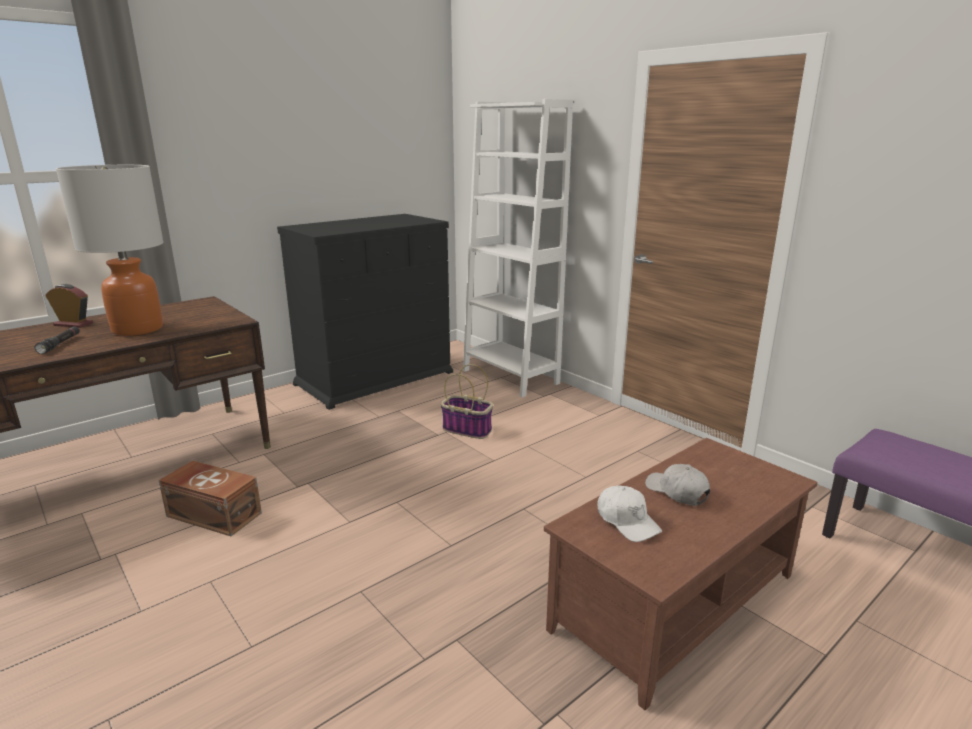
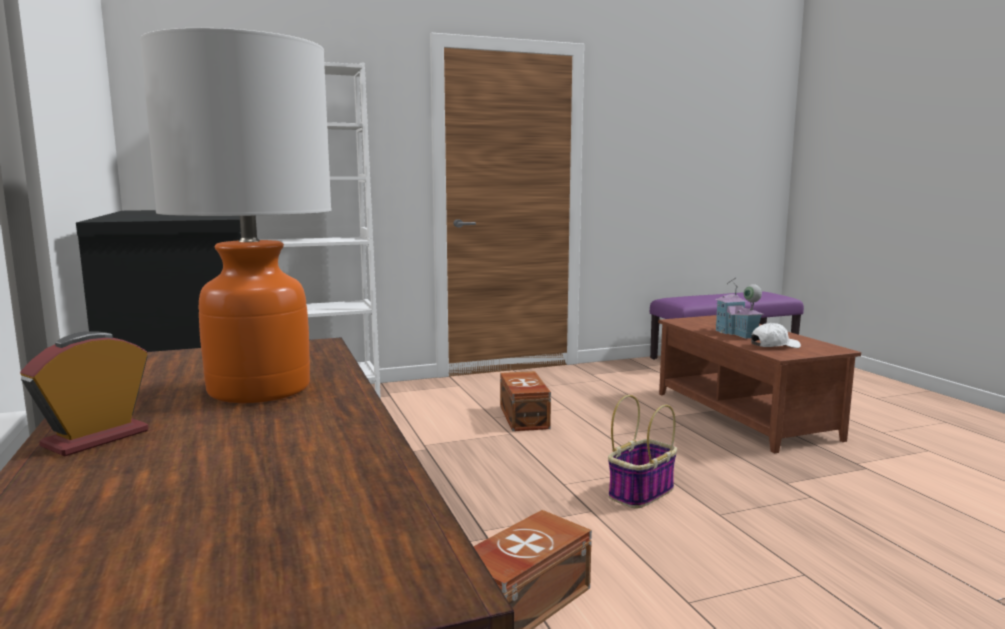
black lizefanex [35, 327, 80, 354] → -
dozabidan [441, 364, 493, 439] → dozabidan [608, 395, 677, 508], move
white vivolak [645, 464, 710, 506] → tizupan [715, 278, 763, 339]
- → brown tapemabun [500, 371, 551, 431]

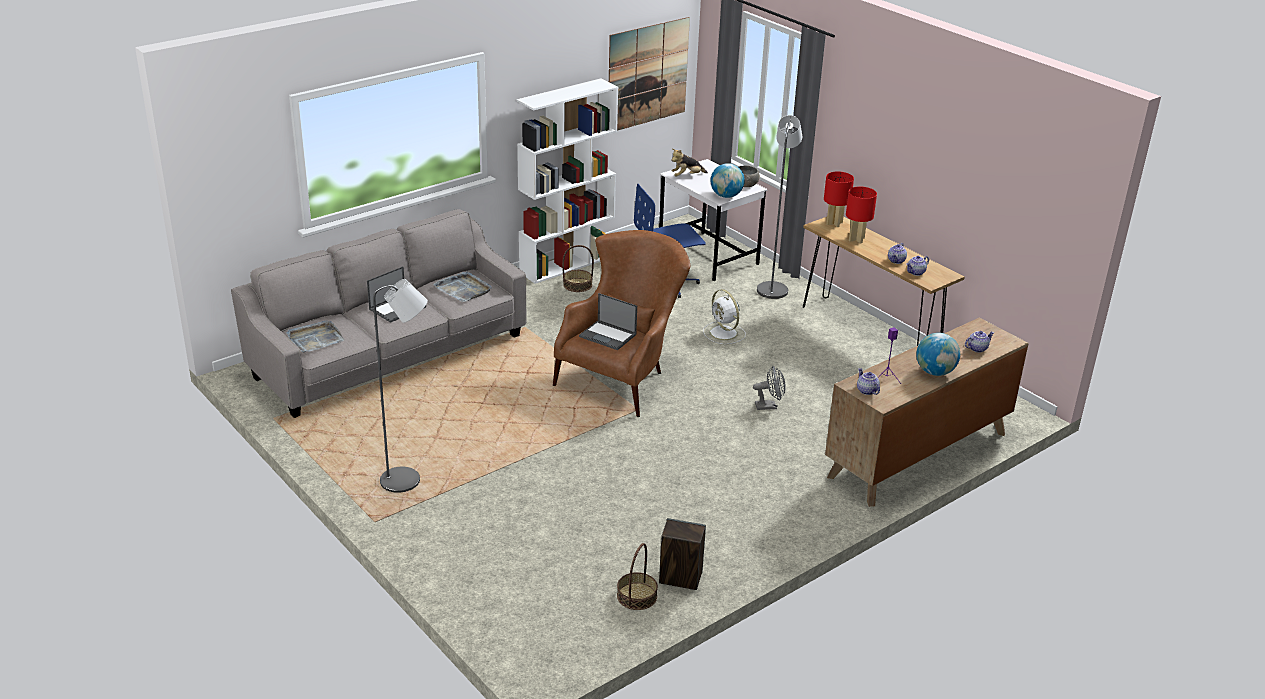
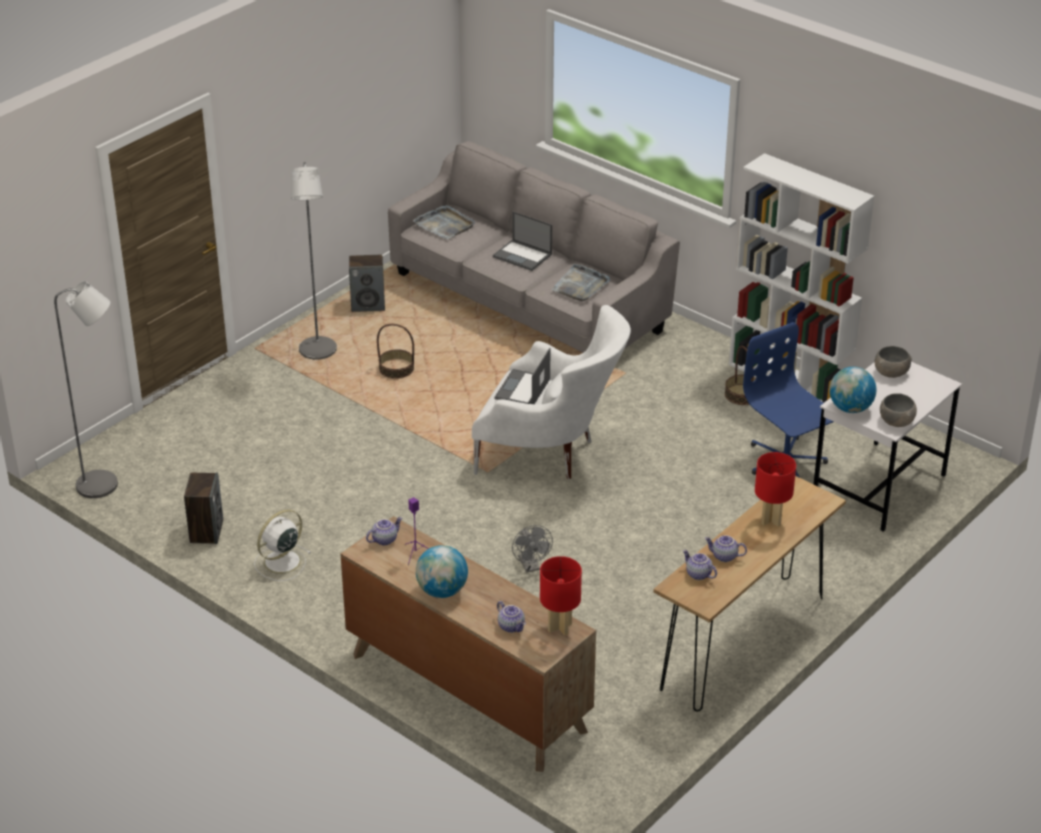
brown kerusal [553, 230, 690, 417] → white kerusal [472, 305, 631, 479]
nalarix [609, 17, 690, 131] → -
dozabidan [617, 543, 658, 610] → dozabidan [377, 324, 414, 379], move
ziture [672, 149, 708, 176] → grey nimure [875, 346, 912, 378]
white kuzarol [703, 289, 746, 344] → white kuzarol [254, 509, 311, 581], move
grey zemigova [757, 115, 802, 299] → grey zemigova [54, 281, 118, 498], move
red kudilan [824, 171, 854, 227] → red kudilan [540, 556, 582, 636], move
- → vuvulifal [349, 255, 385, 312]

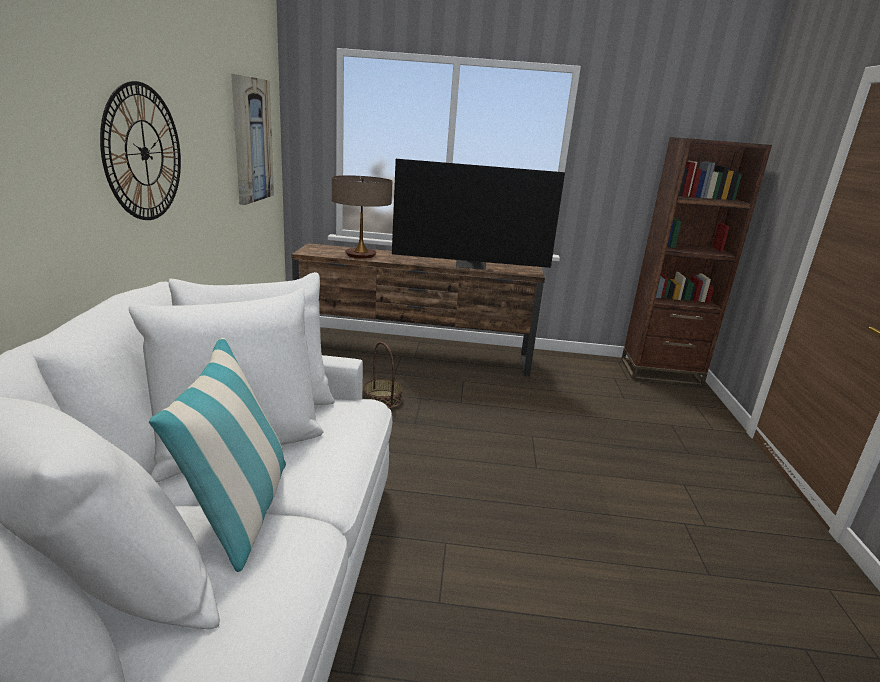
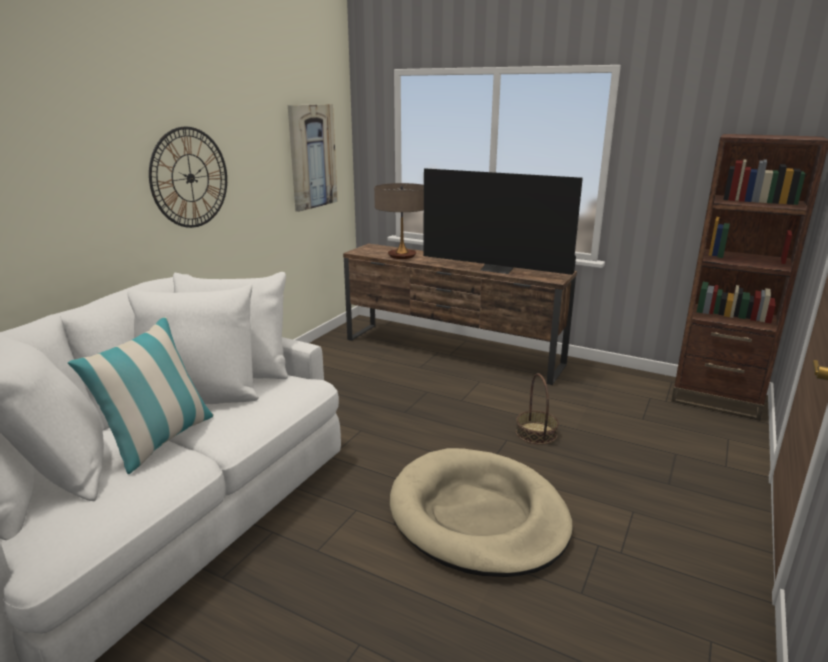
dozabidan [363, 342, 403, 409] → dozabidan [516, 373, 559, 445], move
- → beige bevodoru [390, 448, 573, 577]

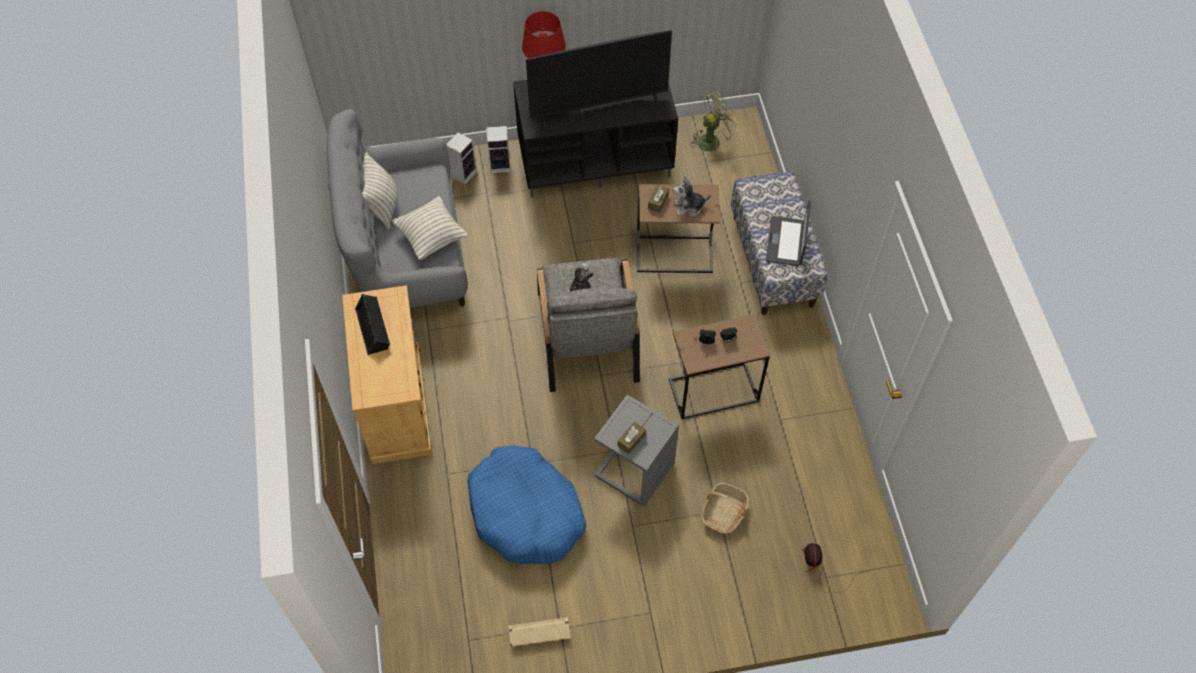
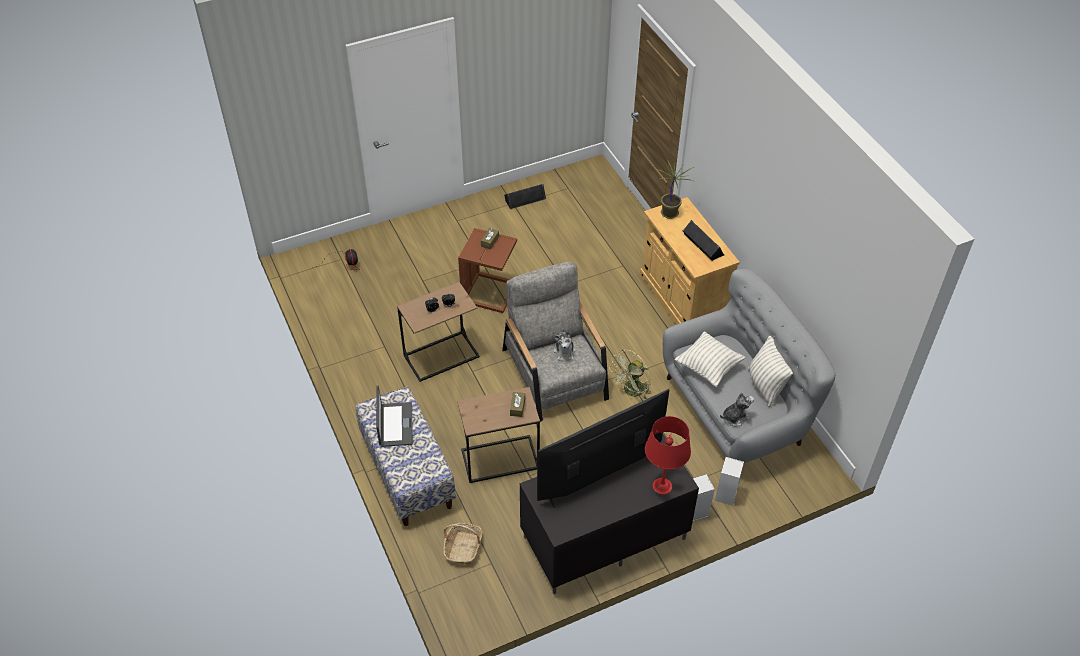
blue bevodoru [467, 446, 586, 564] → -
beige vuvulifal [508, 617, 571, 647] → black vuvulifal [504, 184, 546, 209]
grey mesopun [594, 395, 679, 506] → brown mesopun [458, 228, 517, 313]
ziture [673, 176, 711, 217] → ziture [720, 392, 754, 426], move
green kuzarol [692, 92, 738, 153] → green kuzarol [609, 349, 651, 399], move
dozabidan [702, 483, 749, 534] → dozabidan [443, 523, 482, 565], move
- → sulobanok [657, 161, 694, 219]

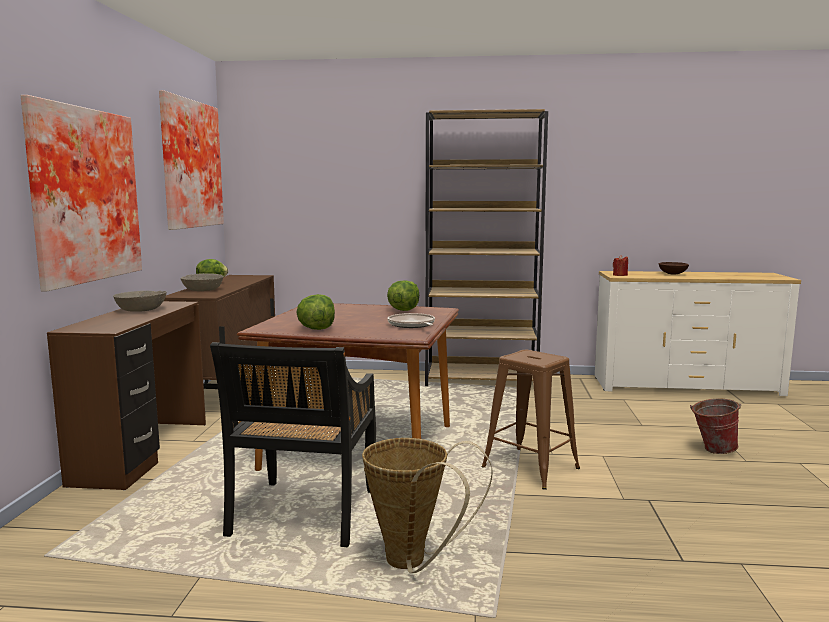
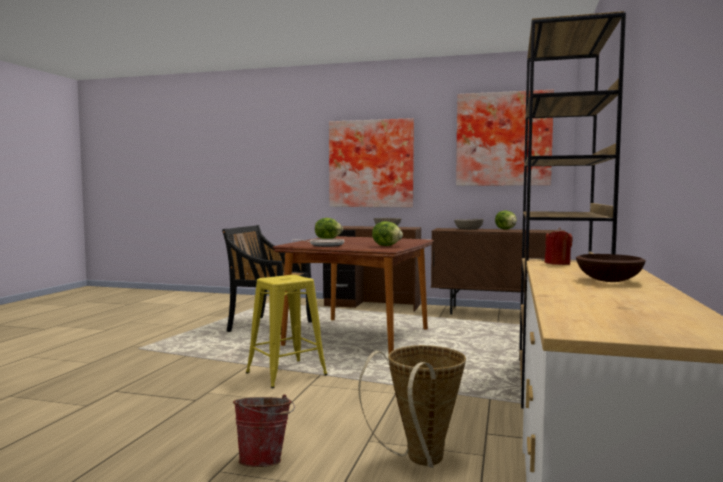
dozabidan [362, 438, 493, 573] → dozabidan [358, 345, 466, 468], move
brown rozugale [481, 350, 580, 490] → yellow rozugale [246, 275, 328, 388]

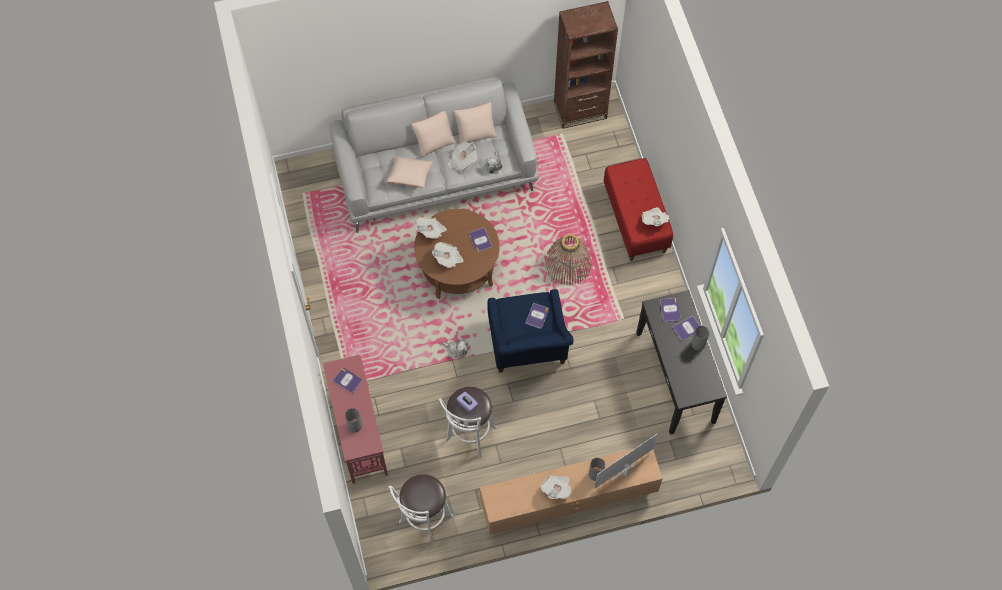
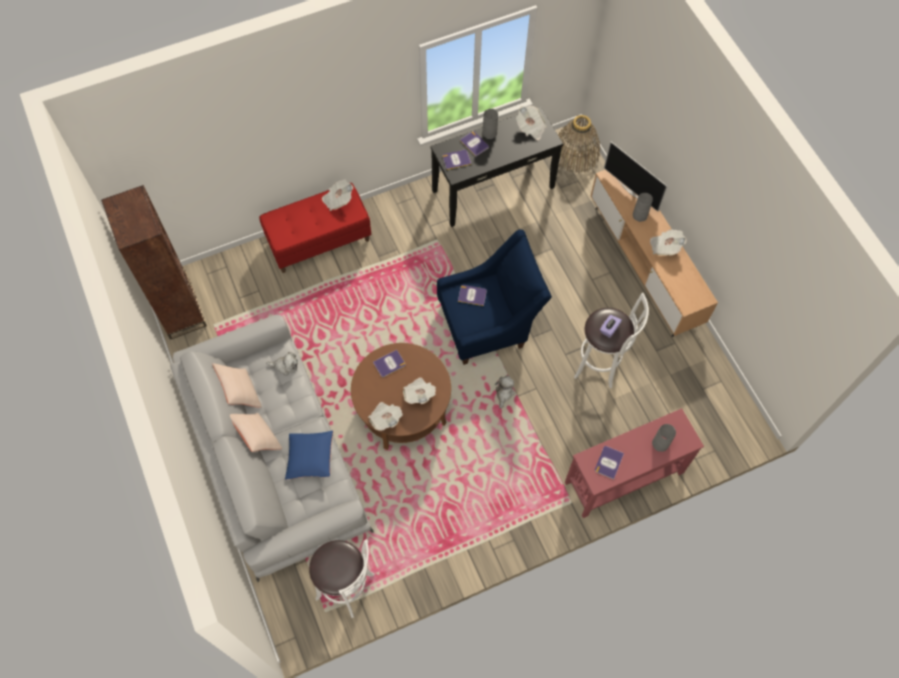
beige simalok [387, 156, 432, 188] → blue simalok [285, 430, 333, 480]
white rozugale [389, 474, 454, 545] → white rozugale [309, 539, 374, 618], move
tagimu [448, 141, 477, 172] → tagimu [516, 106, 547, 140], move
dozabidan [545, 234, 592, 285] → dozabidan [558, 115, 600, 173], move

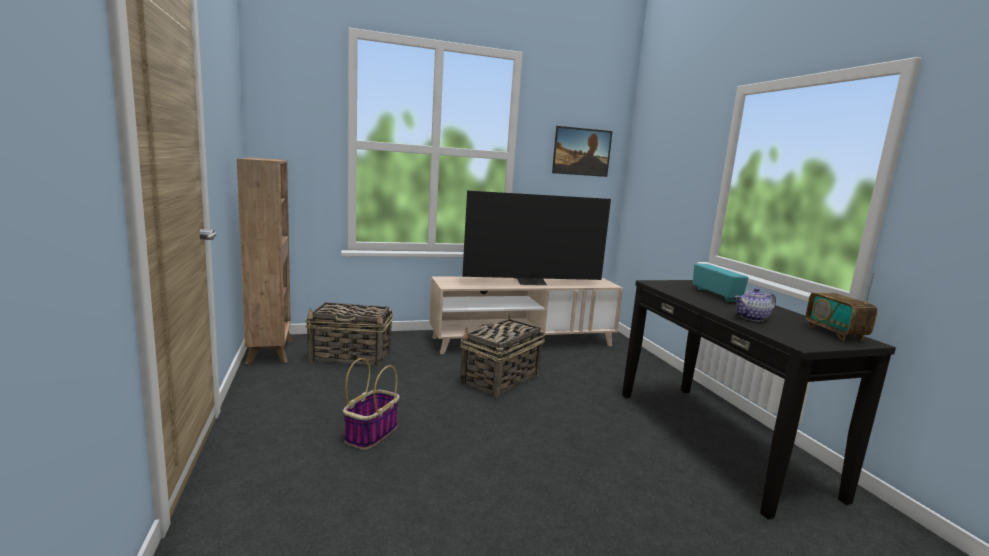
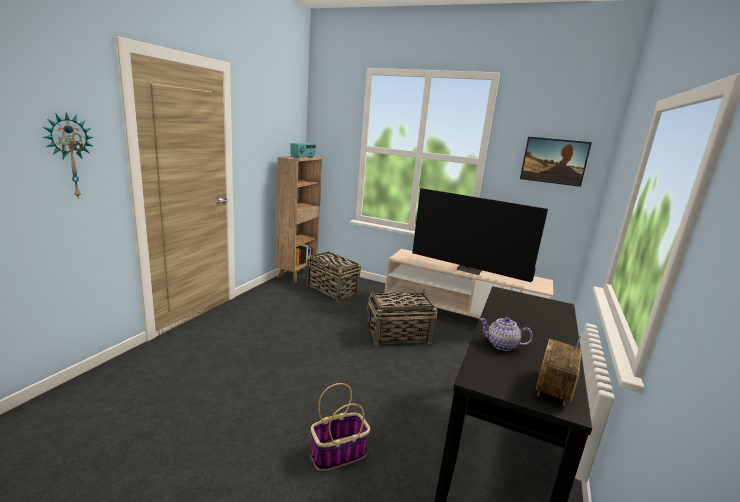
dozabidan [343, 358, 400, 450] → dozabidan [311, 383, 370, 471], move
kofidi [693, 264, 749, 302] → kofidi [290, 143, 316, 159], move
- → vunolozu [43, 112, 94, 199]

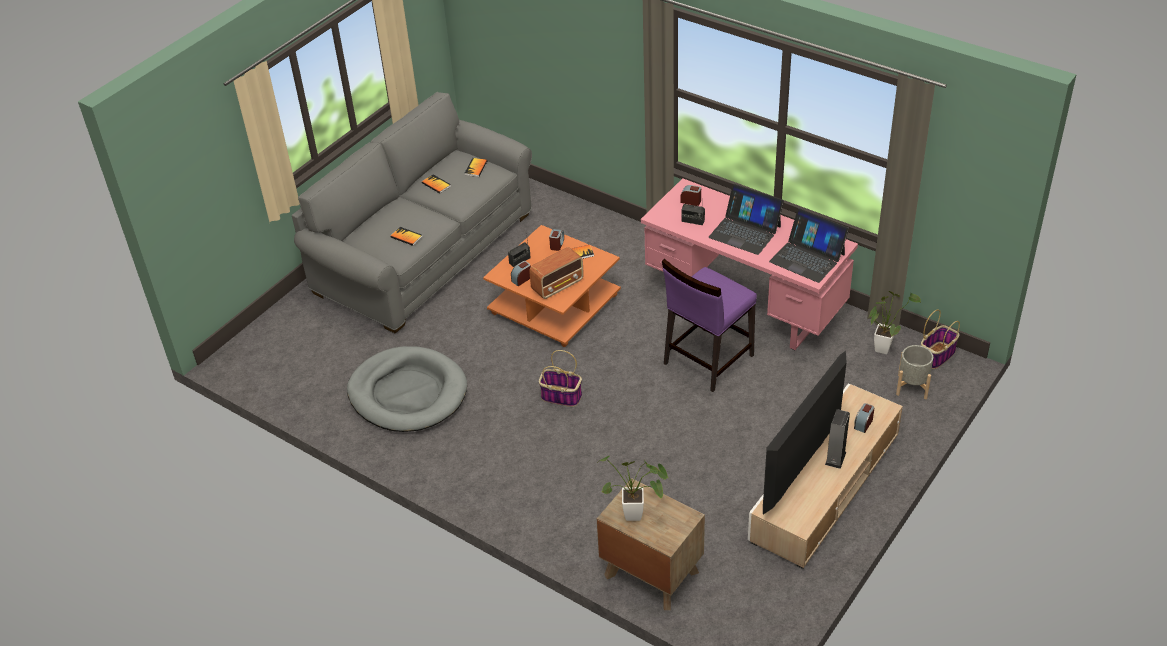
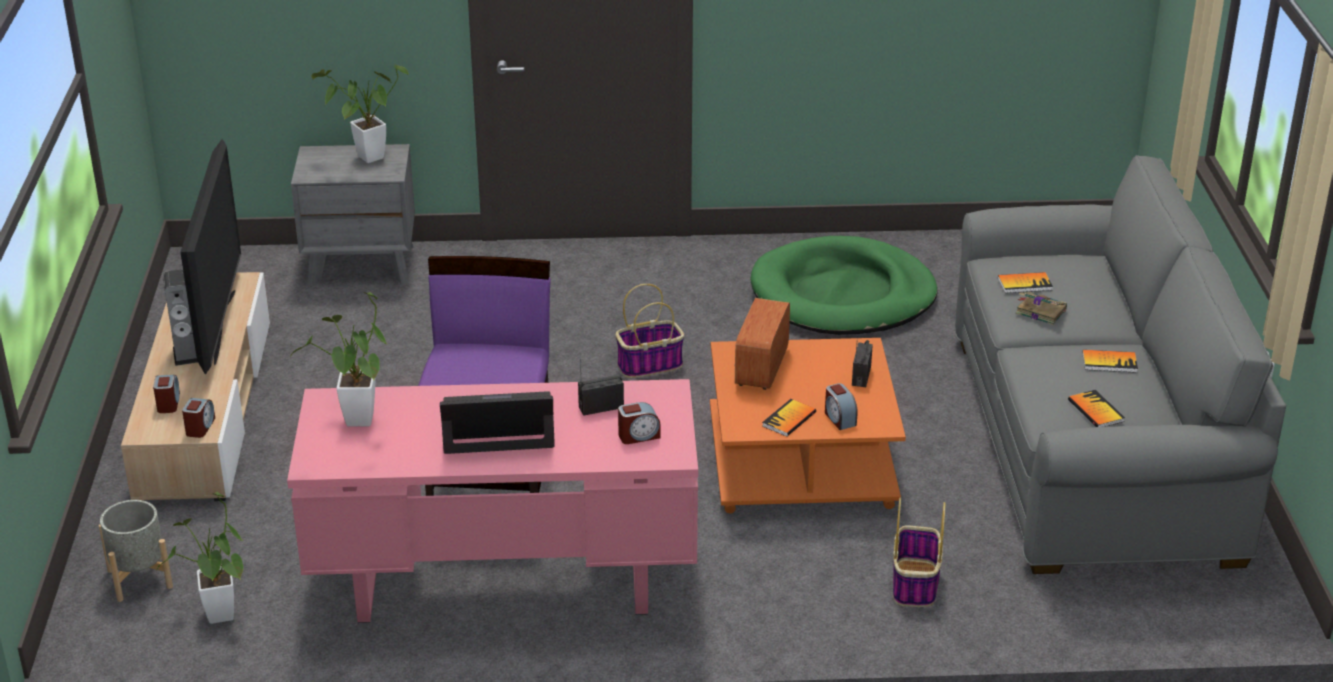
grey bevodoru [347, 346, 467, 432] → green bevodoru [750, 236, 937, 335]
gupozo [511, 261, 531, 286] → gupozo [182, 398, 215, 438], move
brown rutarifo [597, 478, 705, 610] → grey rutarifo [291, 144, 415, 286]
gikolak [769, 208, 849, 283] → sulobanok [290, 292, 388, 427]
dozabidan [921, 309, 960, 369] → dozabidan [893, 497, 946, 607], move
- → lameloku [1016, 292, 1067, 325]

